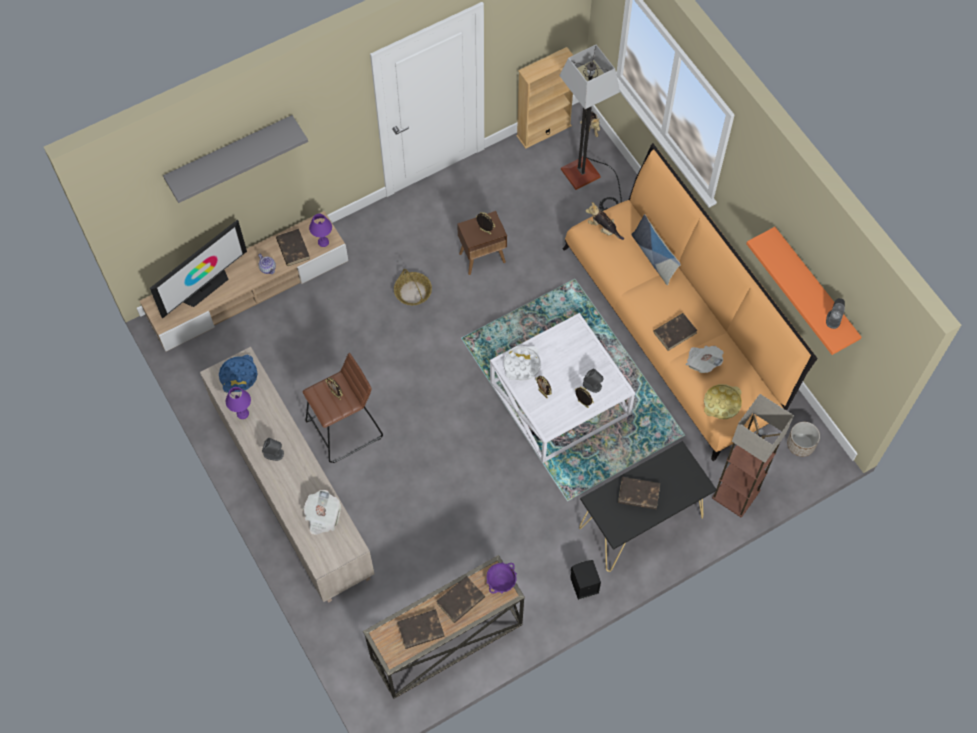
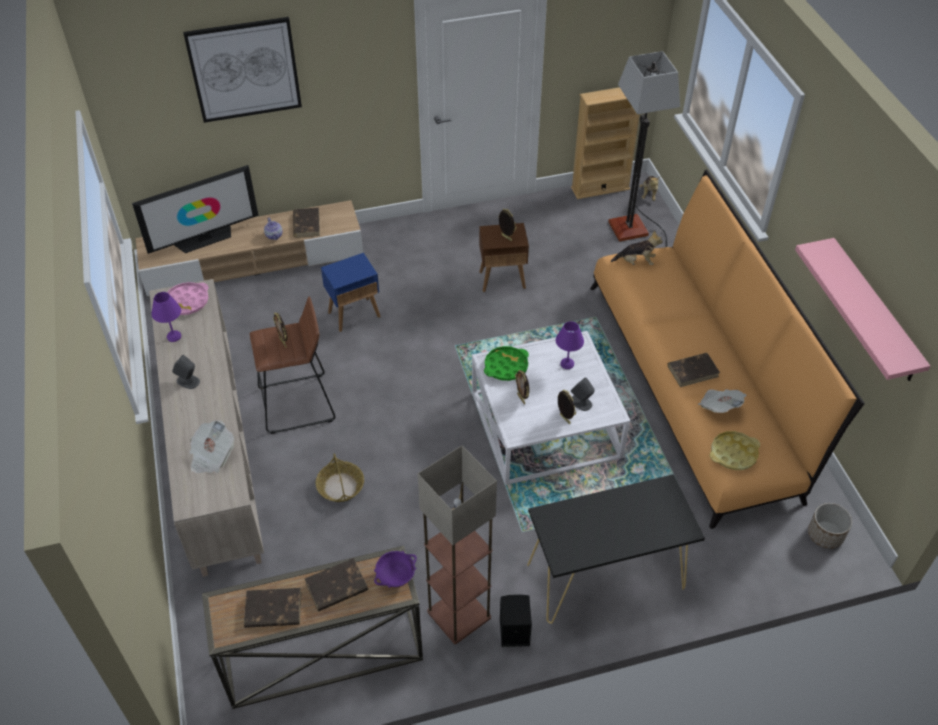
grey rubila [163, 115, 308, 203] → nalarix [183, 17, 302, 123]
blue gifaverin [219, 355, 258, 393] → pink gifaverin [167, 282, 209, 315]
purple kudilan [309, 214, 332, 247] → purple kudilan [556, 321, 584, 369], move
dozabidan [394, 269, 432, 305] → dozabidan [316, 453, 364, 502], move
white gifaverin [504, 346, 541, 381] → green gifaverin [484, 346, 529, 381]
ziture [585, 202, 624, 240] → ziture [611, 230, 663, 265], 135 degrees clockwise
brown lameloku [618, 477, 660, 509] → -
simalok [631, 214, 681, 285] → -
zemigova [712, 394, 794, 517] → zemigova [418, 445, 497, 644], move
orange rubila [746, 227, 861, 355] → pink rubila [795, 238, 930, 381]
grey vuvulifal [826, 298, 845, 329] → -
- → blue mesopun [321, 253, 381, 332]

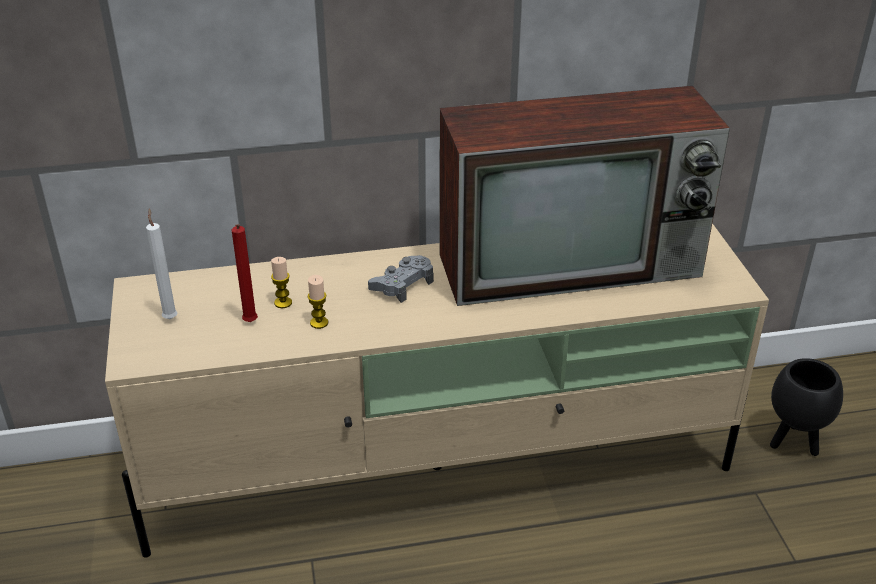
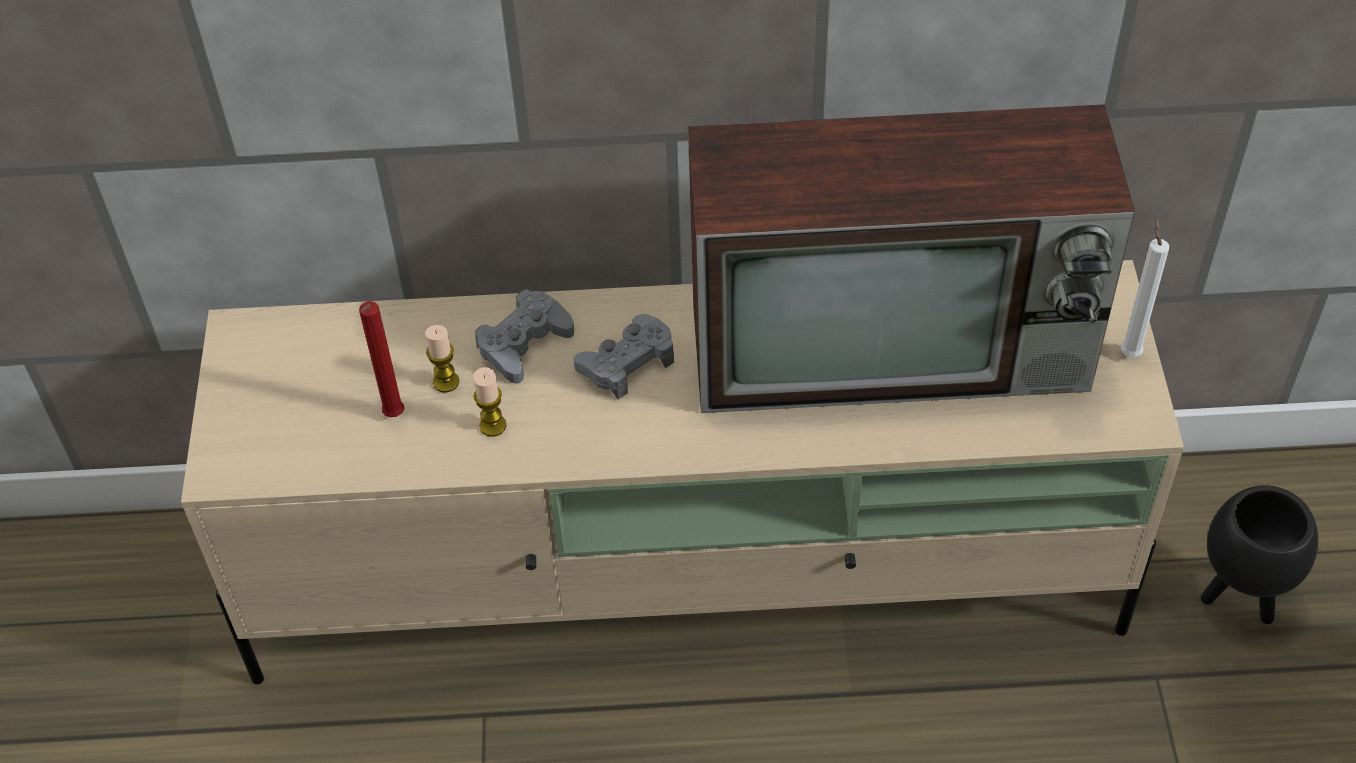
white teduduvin [146, 208, 177, 319] → white teduduvin [1121, 217, 1169, 357], move
- → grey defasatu [475, 289, 574, 383]

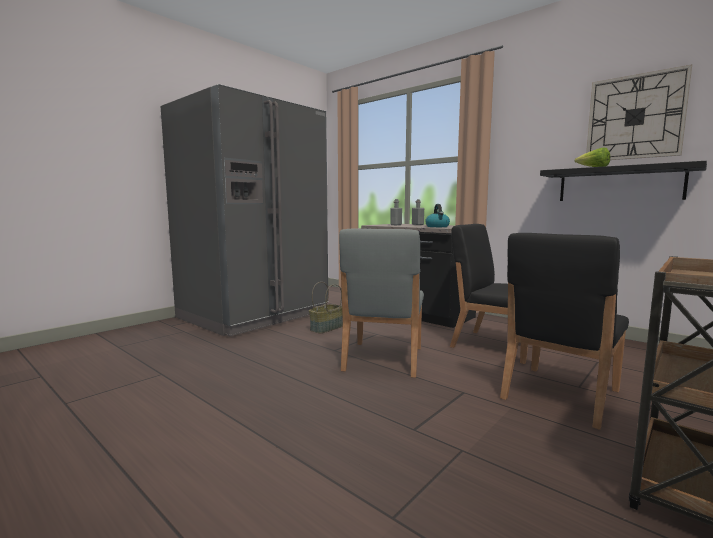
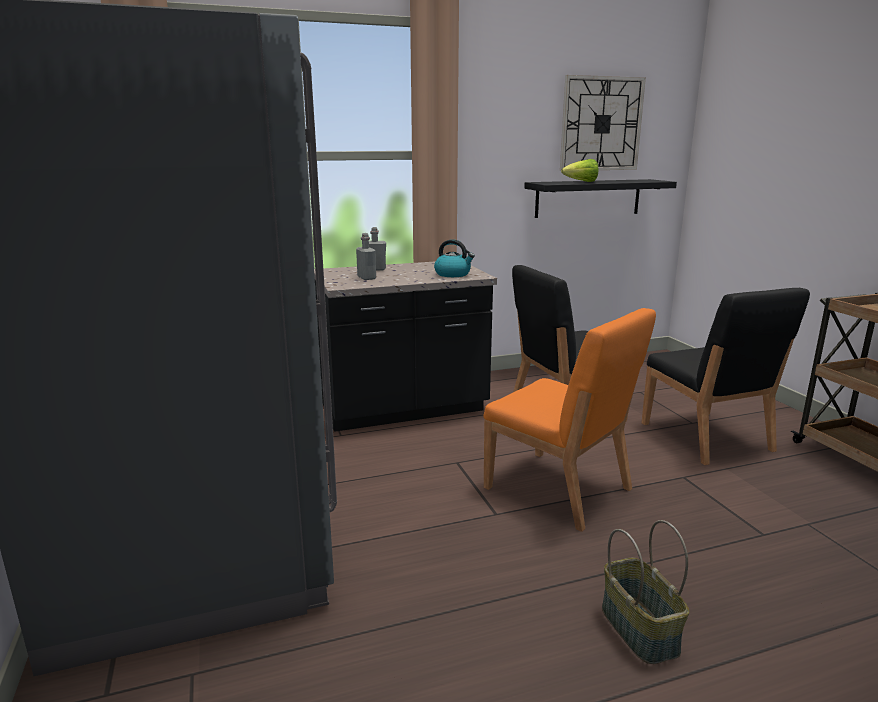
dozabidan [309, 282, 343, 333] → dozabidan [602, 520, 689, 664], move
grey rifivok [339, 229, 424, 378] → orange rifivok [483, 308, 656, 532]

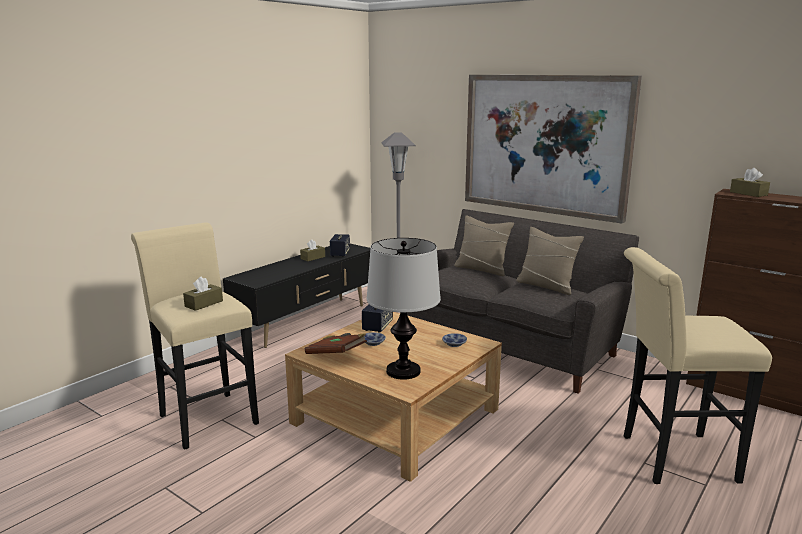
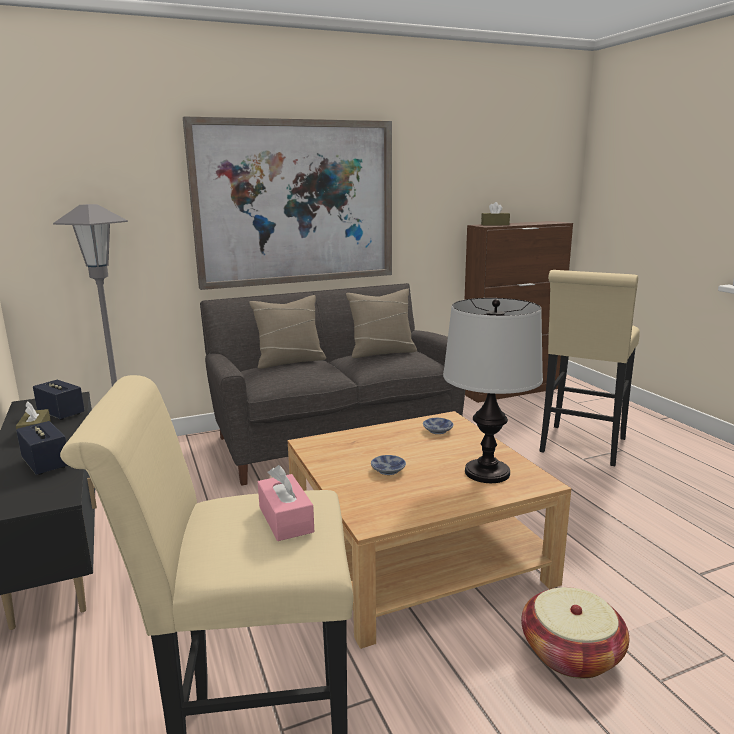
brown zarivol [183, 276, 223, 311] → pink zarivol [258, 465, 314, 541]
brown lameloku [305, 333, 367, 354] → -
vuvulifal [362, 304, 393, 333] → vuvulifal [16, 421, 68, 475], move
- → dozabidan [521, 587, 629, 679]

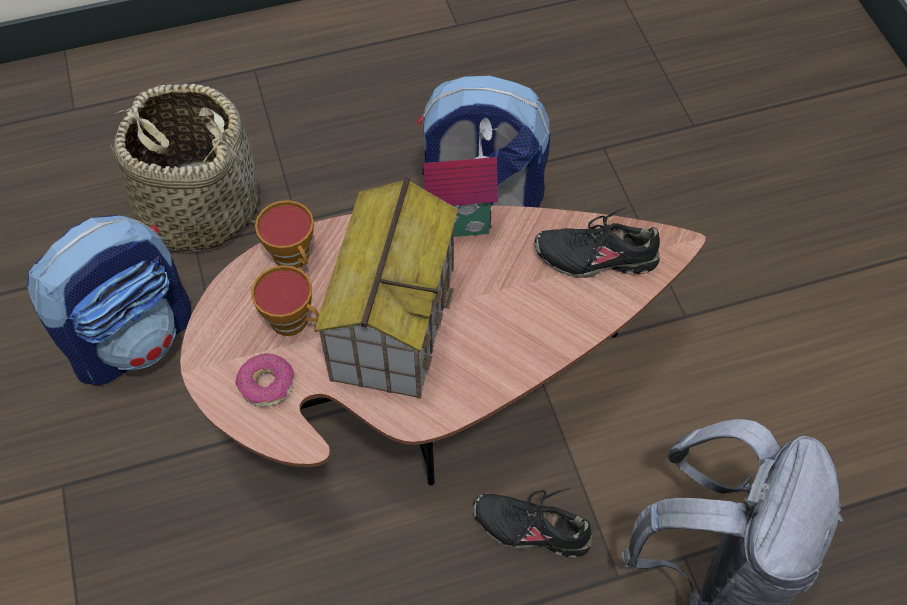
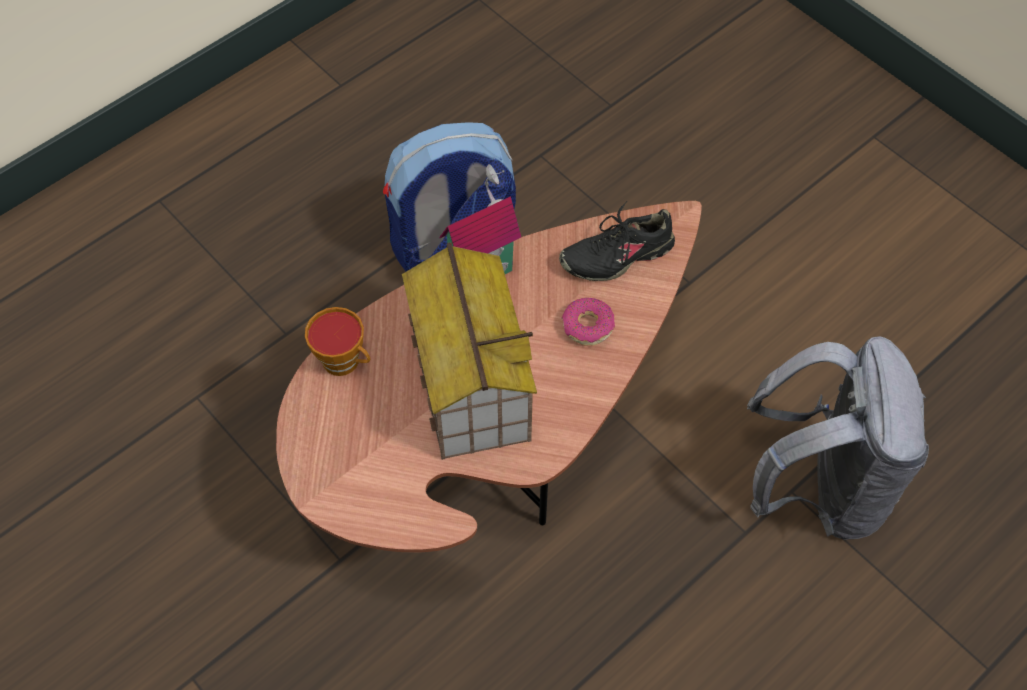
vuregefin [27, 215, 191, 385] → -
dozabidan [108, 84, 259, 253] → -
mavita [235, 353, 295, 407] → mavita [562, 297, 615, 346], move
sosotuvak [251, 265, 319, 336] → -
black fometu [473, 488, 593, 557] → -

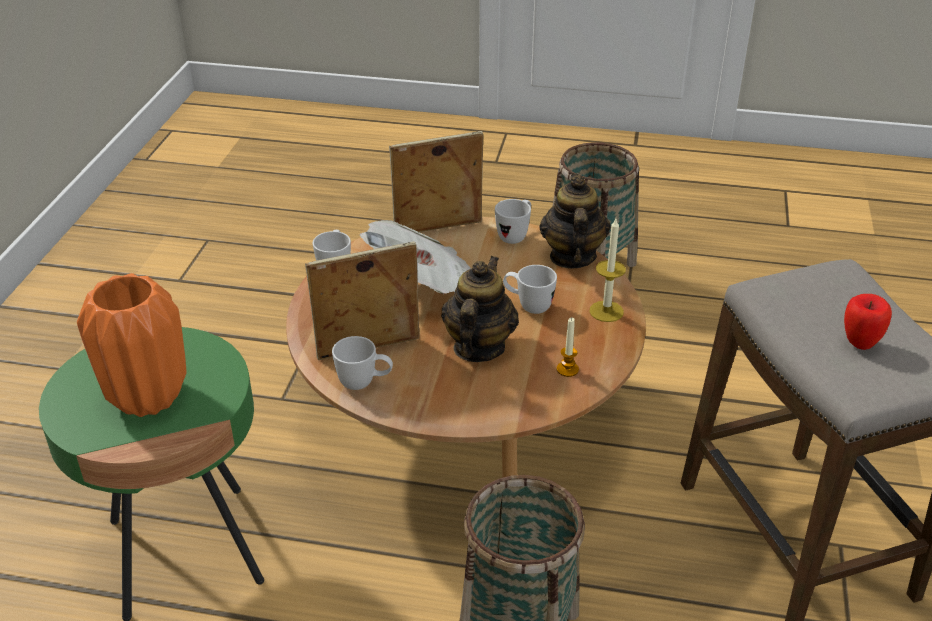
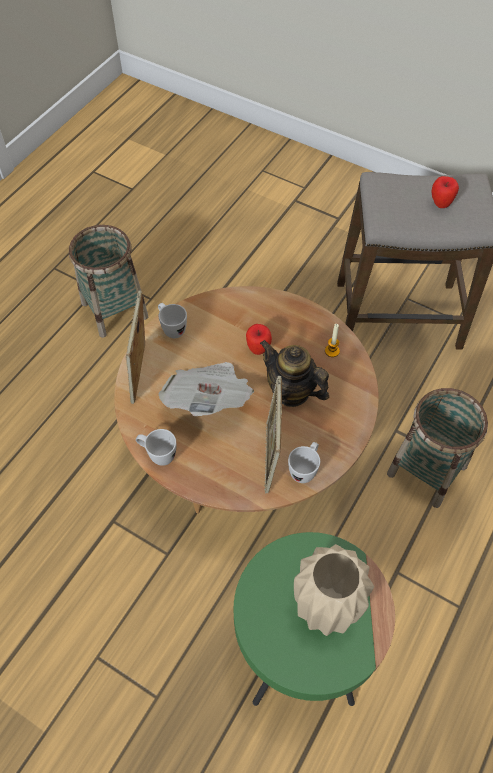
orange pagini [77, 273, 187, 417] → beige pagini [294, 544, 374, 636]
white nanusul [503, 265, 557, 314] → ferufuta [246, 324, 272, 355]
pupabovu [540, 174, 611, 269] → -
teduduvin [589, 219, 626, 322] → -

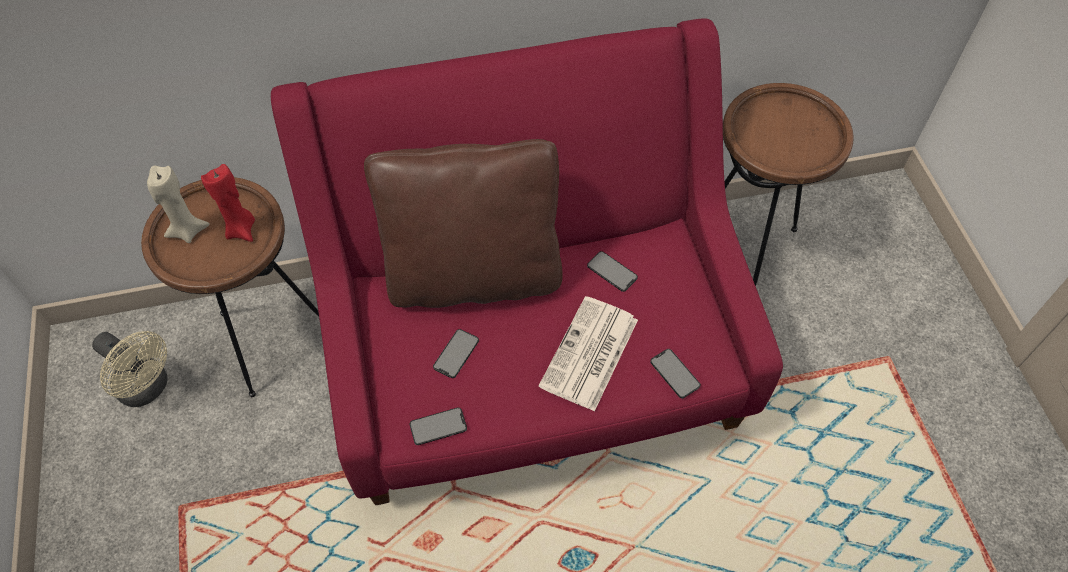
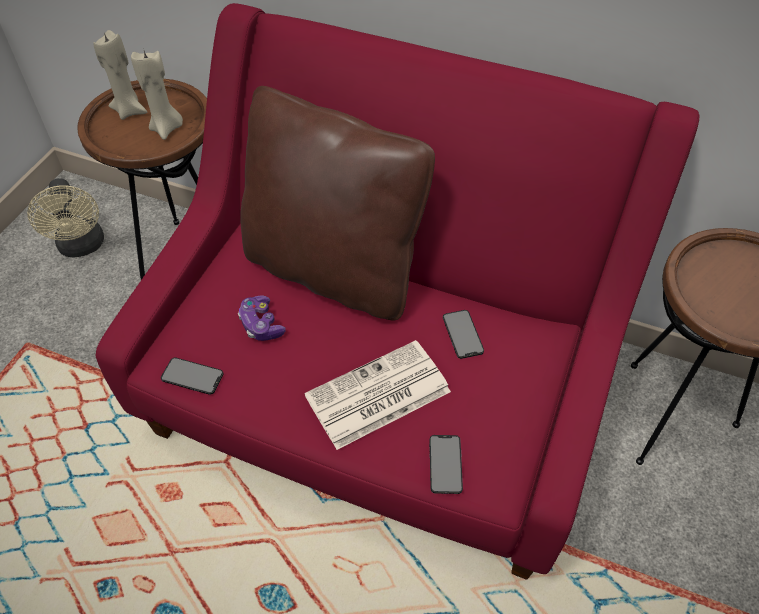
red teduduvin [201, 164, 255, 242] → beige teduduvin [131, 48, 183, 140]
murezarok [433, 329, 479, 378] → defasatu [238, 295, 286, 341]

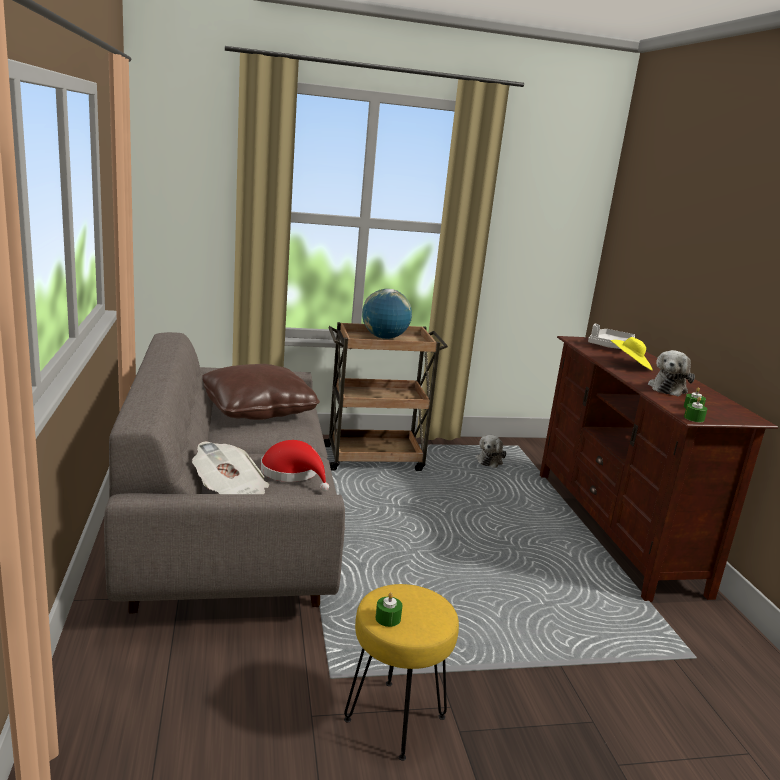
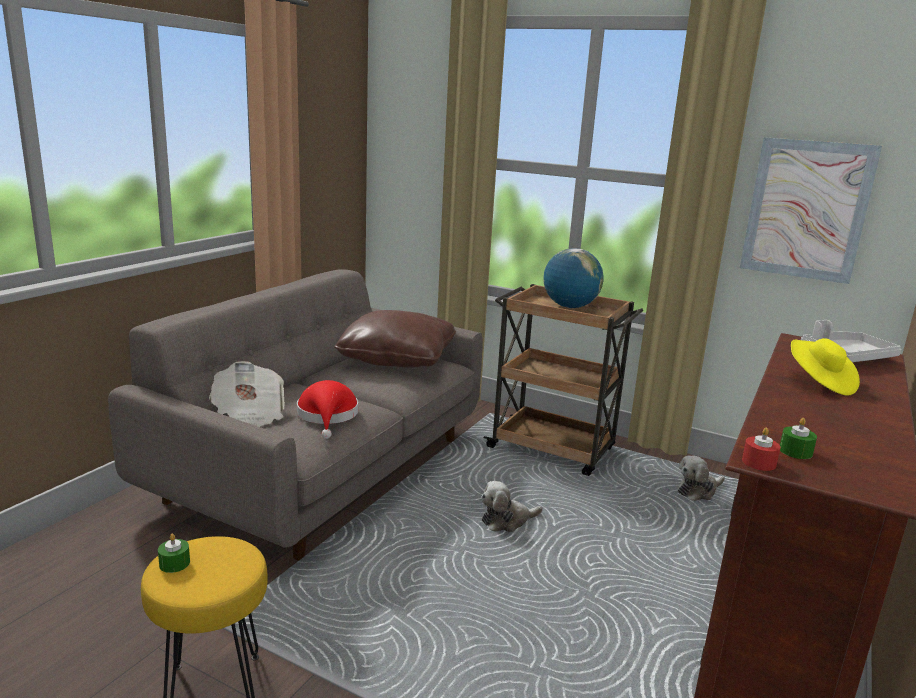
ziture [648, 350, 695, 396] → ziture [481, 481, 543, 532], move
green teduduvin [684, 397, 707, 422] → red teduduvin [742, 428, 781, 471]
- → nalarix [740, 137, 882, 284]

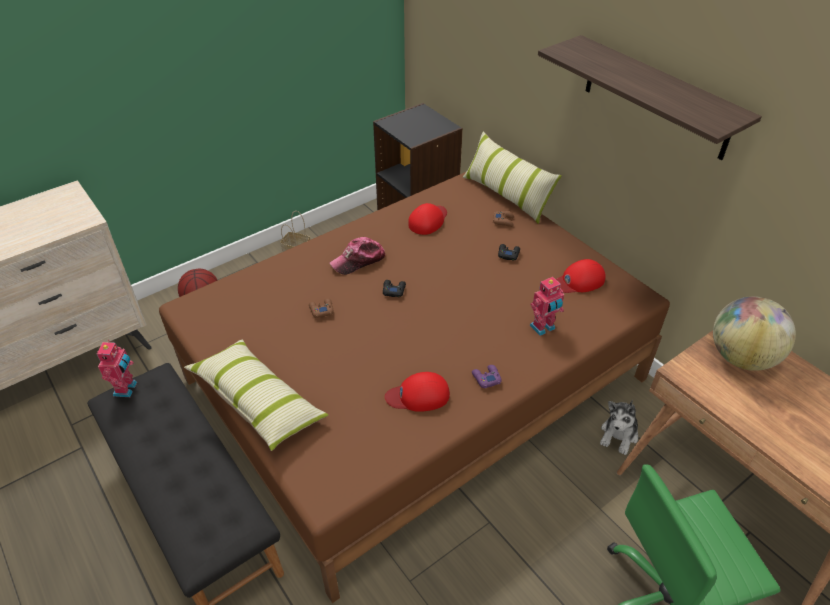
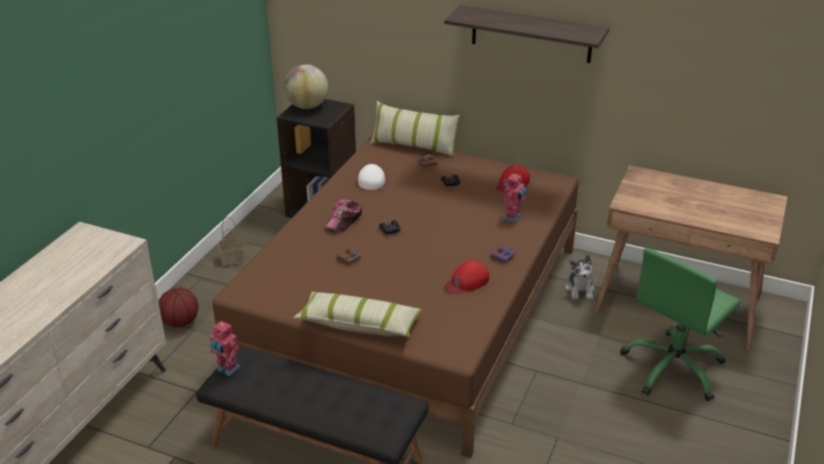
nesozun [97, 340, 137, 397] → nesozun [210, 321, 240, 377], 150 degrees clockwise
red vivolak [408, 203, 447, 235] → white vivolak [358, 164, 385, 190]
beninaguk [713, 296, 796, 371] → beninaguk [284, 64, 328, 109], move

